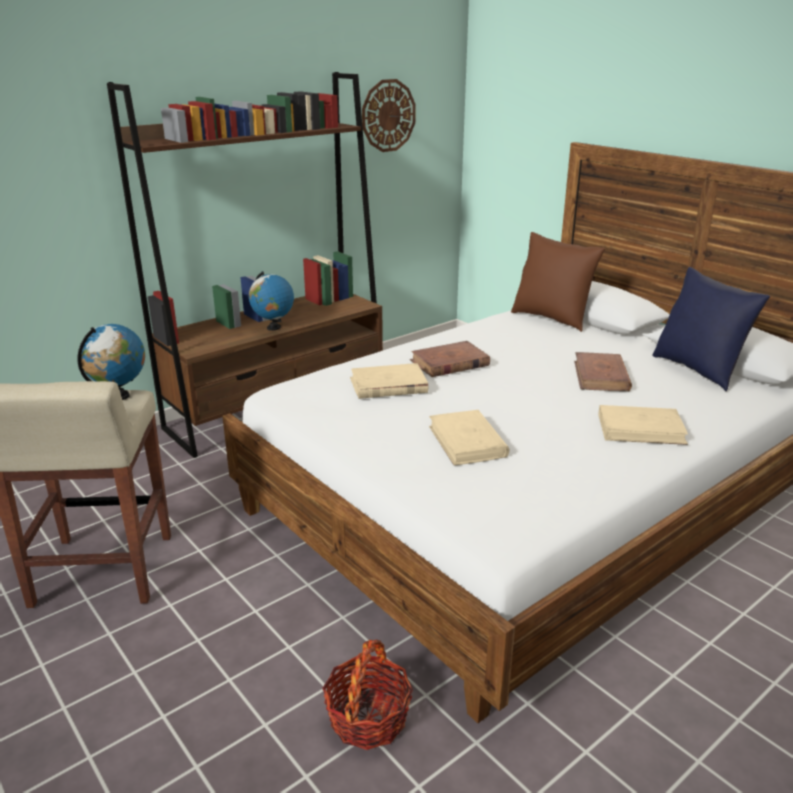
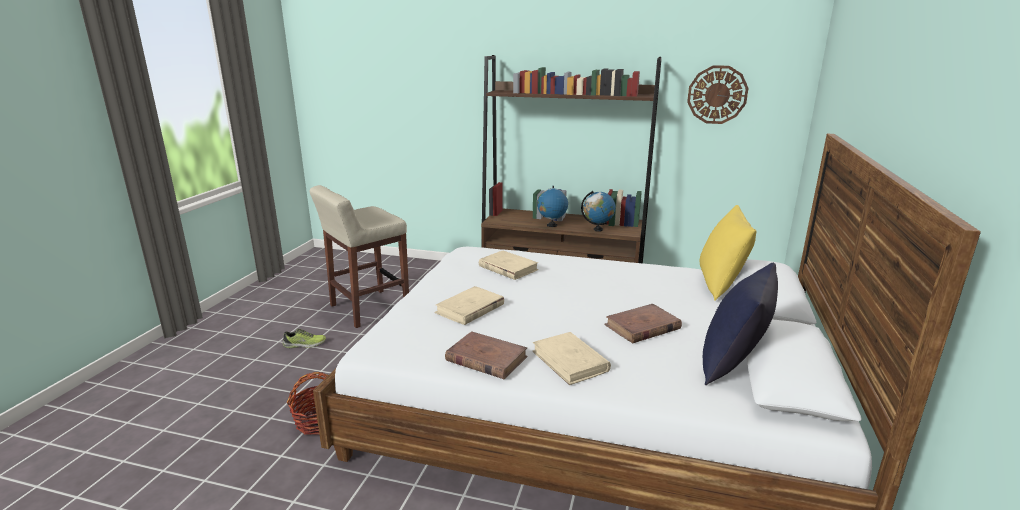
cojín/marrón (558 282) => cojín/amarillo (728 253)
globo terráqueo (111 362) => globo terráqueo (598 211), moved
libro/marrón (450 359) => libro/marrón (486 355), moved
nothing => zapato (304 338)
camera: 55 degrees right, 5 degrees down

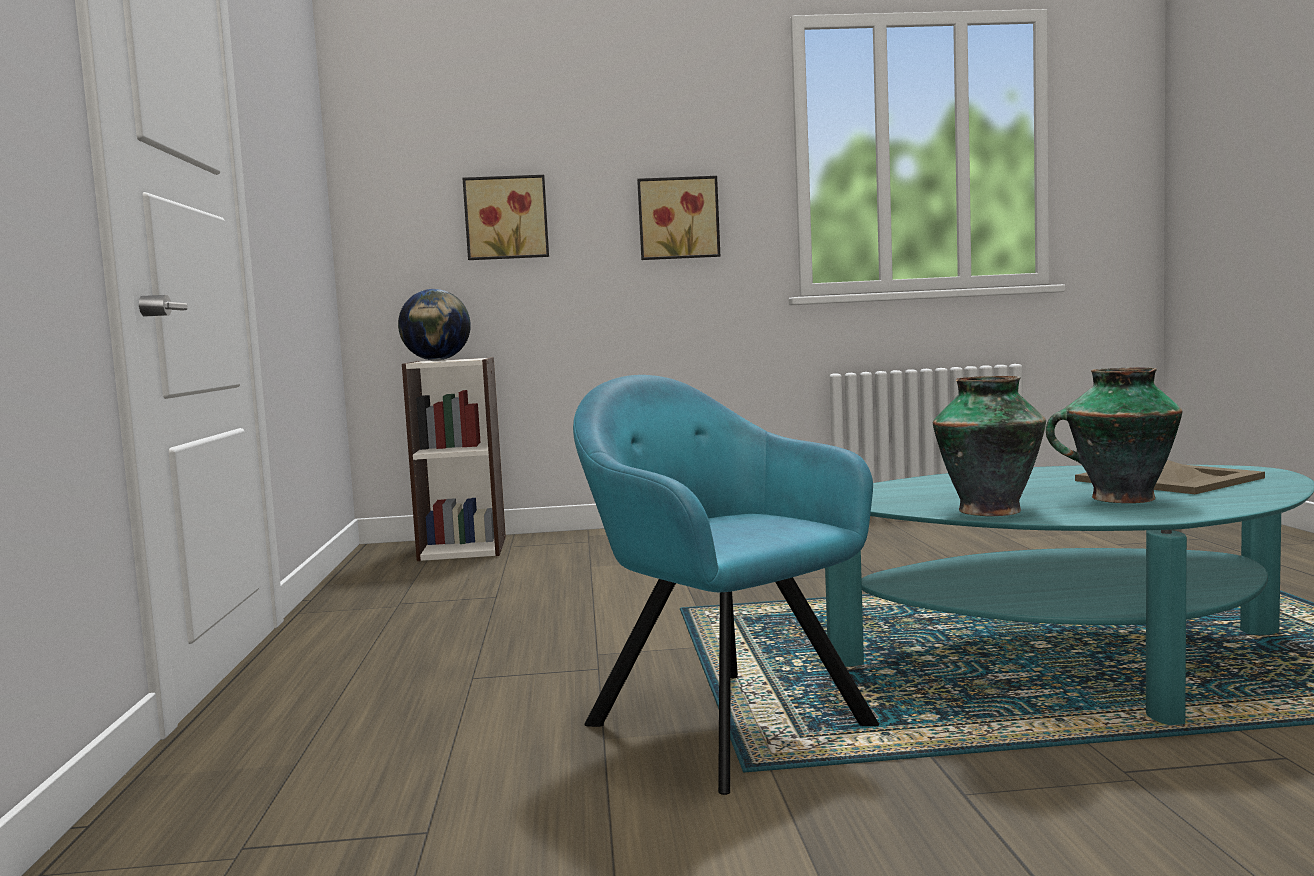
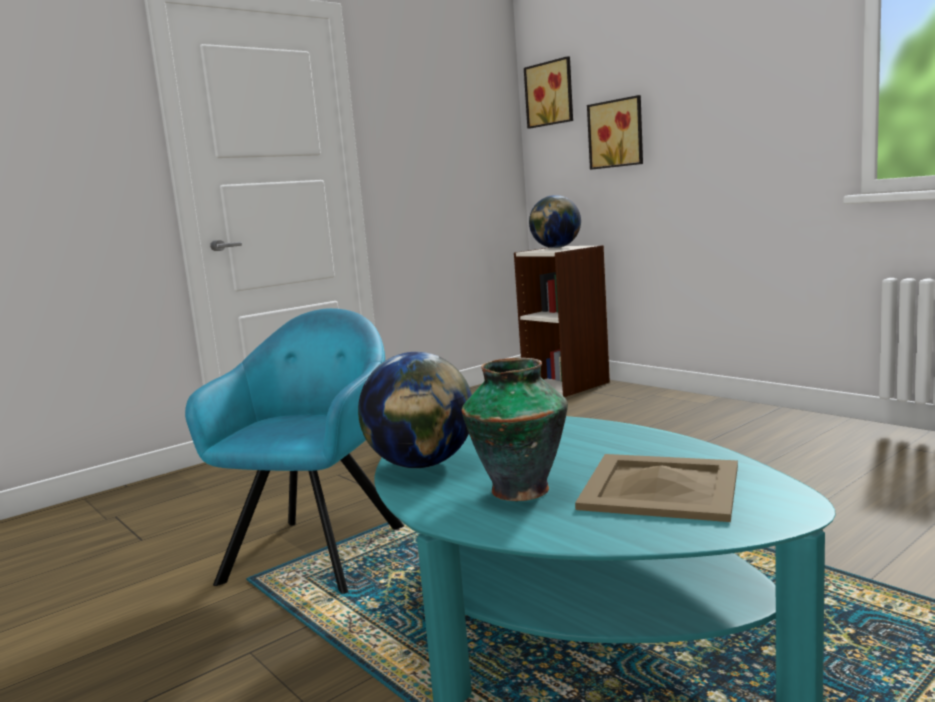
cuadro (678 218) => cuadro (548 92), moved
florero (989 446) => globo terráqueo (415 410)
camera: 55 degrees right, 5 degrees up

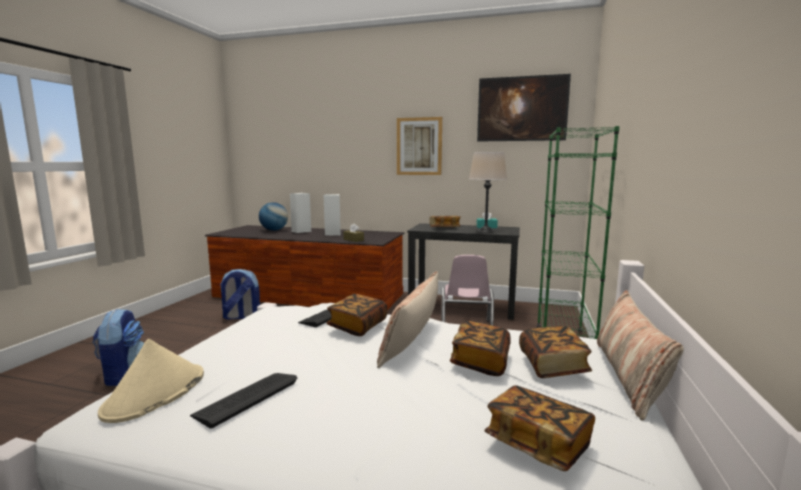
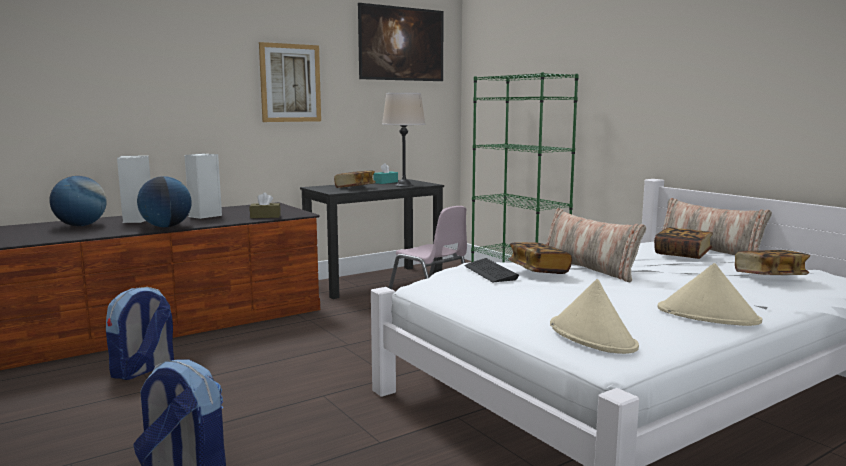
libro (480 348) => nothing
teclado (243 400) => nothing
nothing => globo terráqueo (164 201)
nothing => sombrero/beis (710 294)
camera: 50 degrees left, 0 degrees up

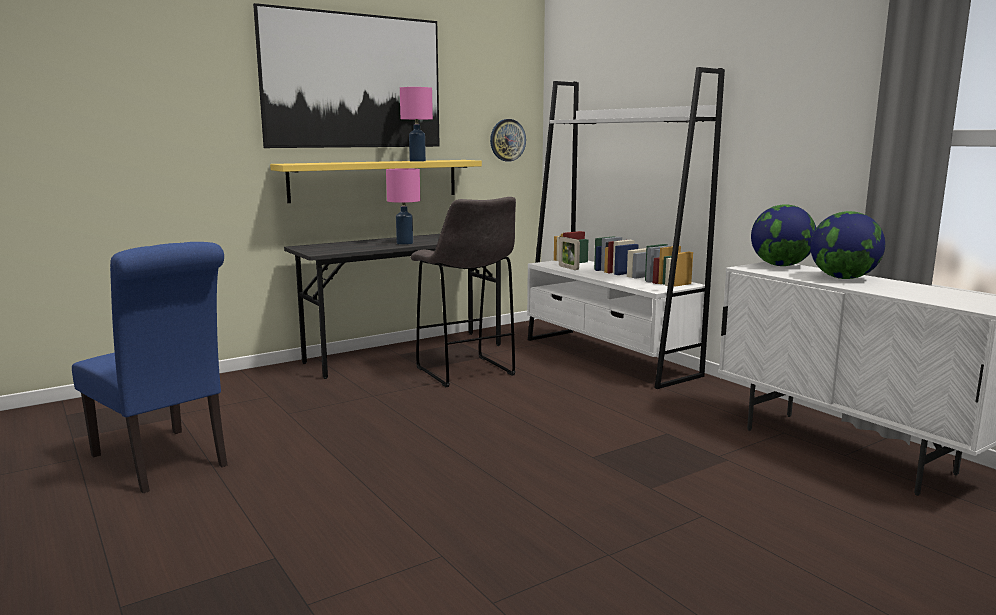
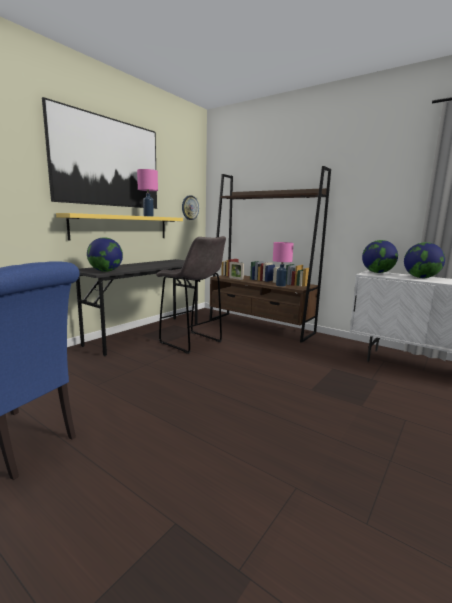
estantería/blanco (626 228) => estantería/marrón (270 254)
lámpara de mesa/rosa (403 206) => lámpara de mesa/rosa (283 264), moved
nothing => globo terráqueo (105 254)
camera: 20 degrees left, 0 degrees up

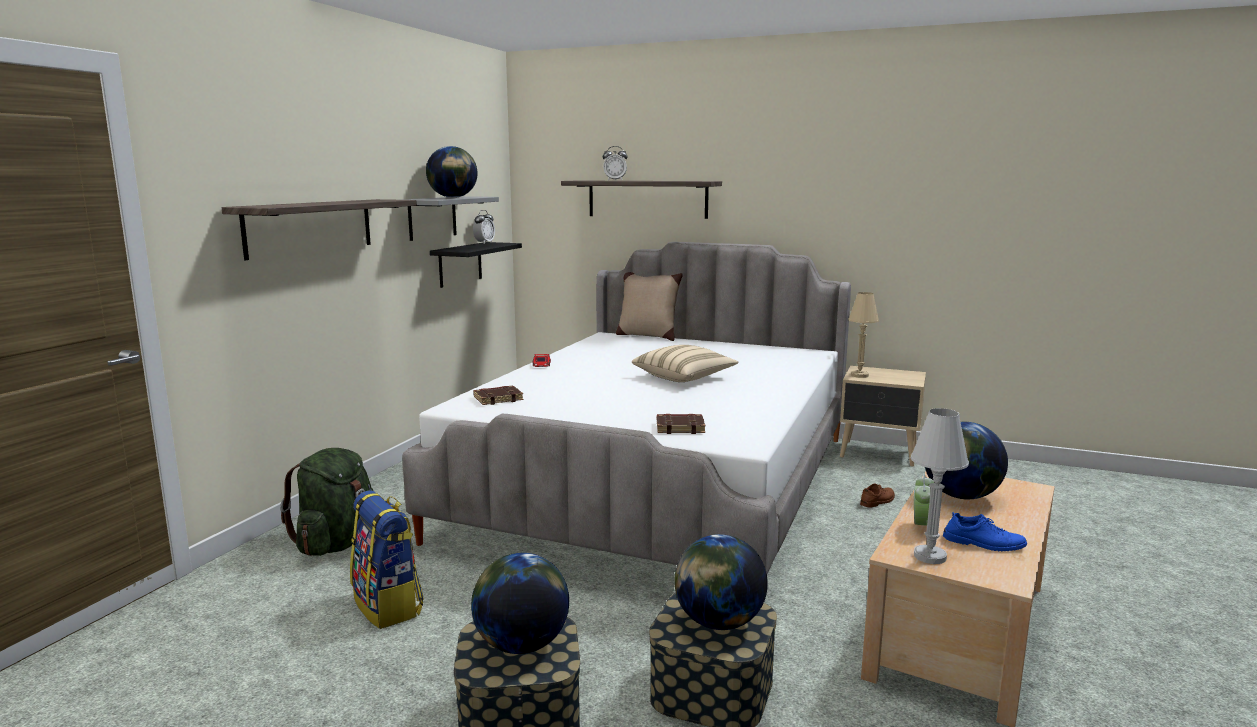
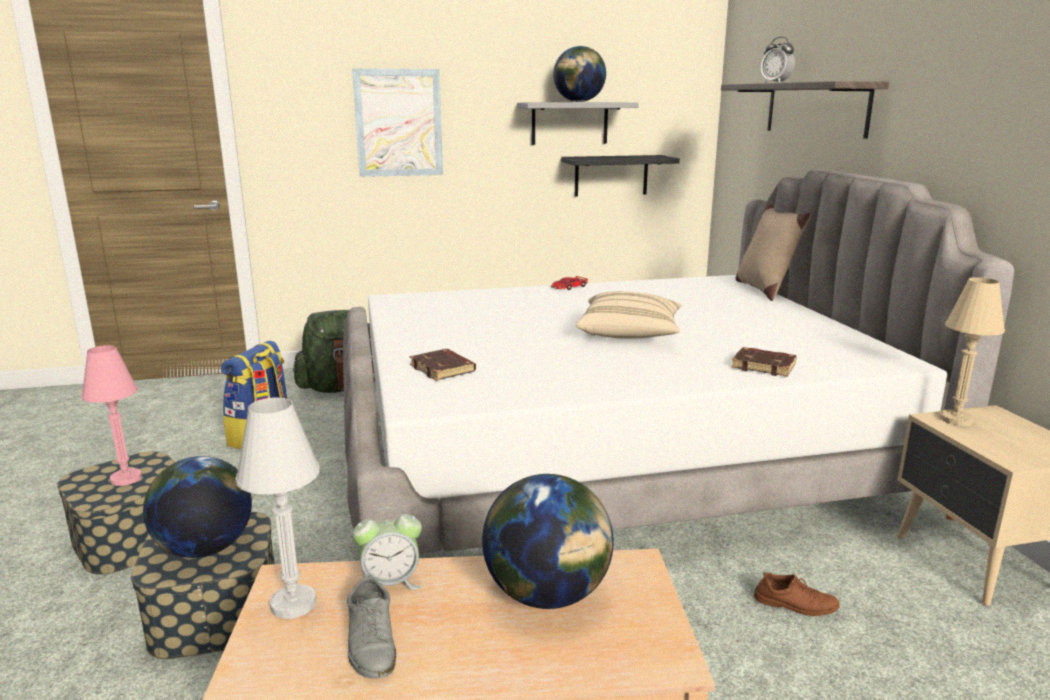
estante (319 229) => cuadro (397 122)
despertador (484 226) => nothing
libro/marrón (498 395) => libro/marrón (764 362), moved
zapato/azul (985 532) => zapato/gris (371 626)
globo terráqueo (520 603) => lámpara de mesa/rosa (112 415)
camera: 55 degrees right, 5 degrees up

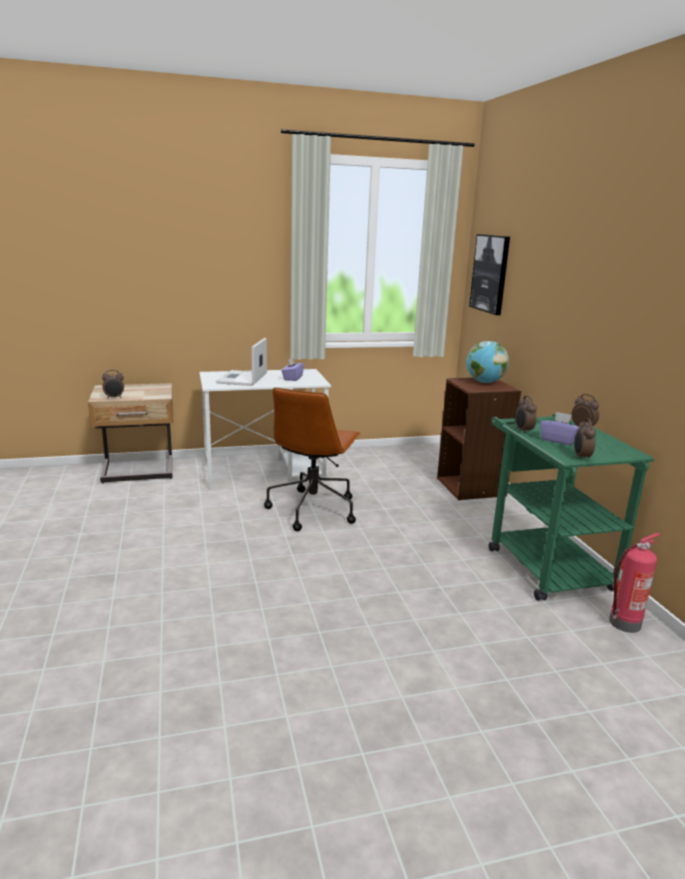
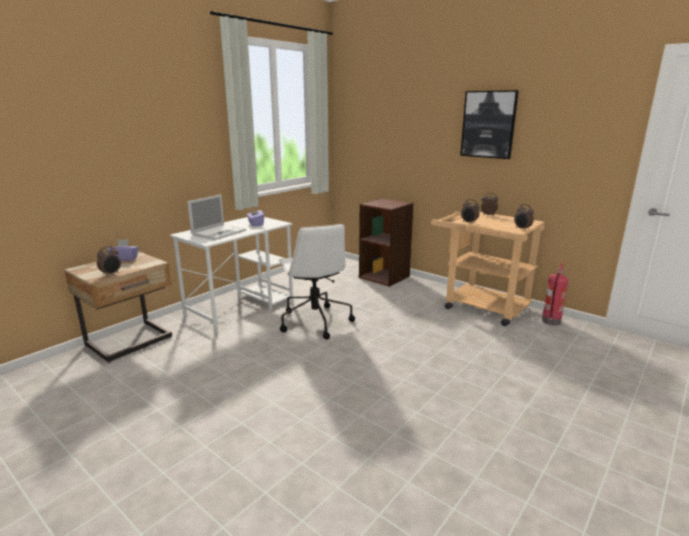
cuadro (489 274) => cuadro (489 124), moved
portátil (241 362) => portátil (216 217), 120 degrees counterclockwise
globo terráqueo (487 362) => nothing
silla de oficina/marrón (312 459) => silla de oficina/blanco (317 281)
caja de pañuelos/morado (559 428) => caja de pañuelos/morado (123 250), moved
carrito/verde (571 507) => carrito/beis (488 268)
camera: 35 degrees left, 0 degrees up

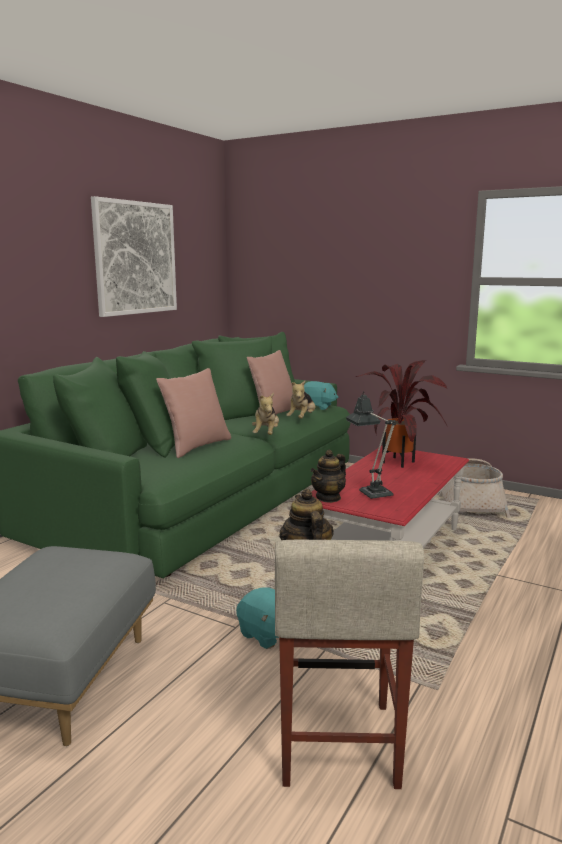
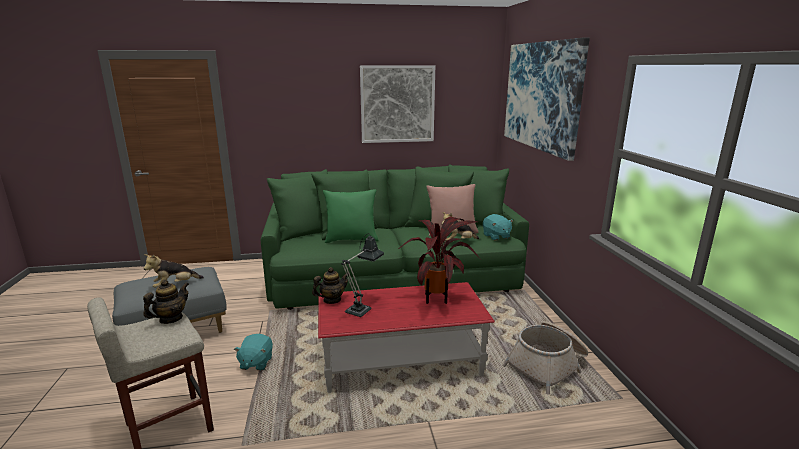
cojín/rosa (193 413) => cojín/verde (350 216)
peluche (265 414) => peluche (174 271), moved
tetera (328 476) => tetera (330 285), 150 degrees clockwise
nothing => cuadro (547 99)
camera: 50 degrees right, 5 degrees up

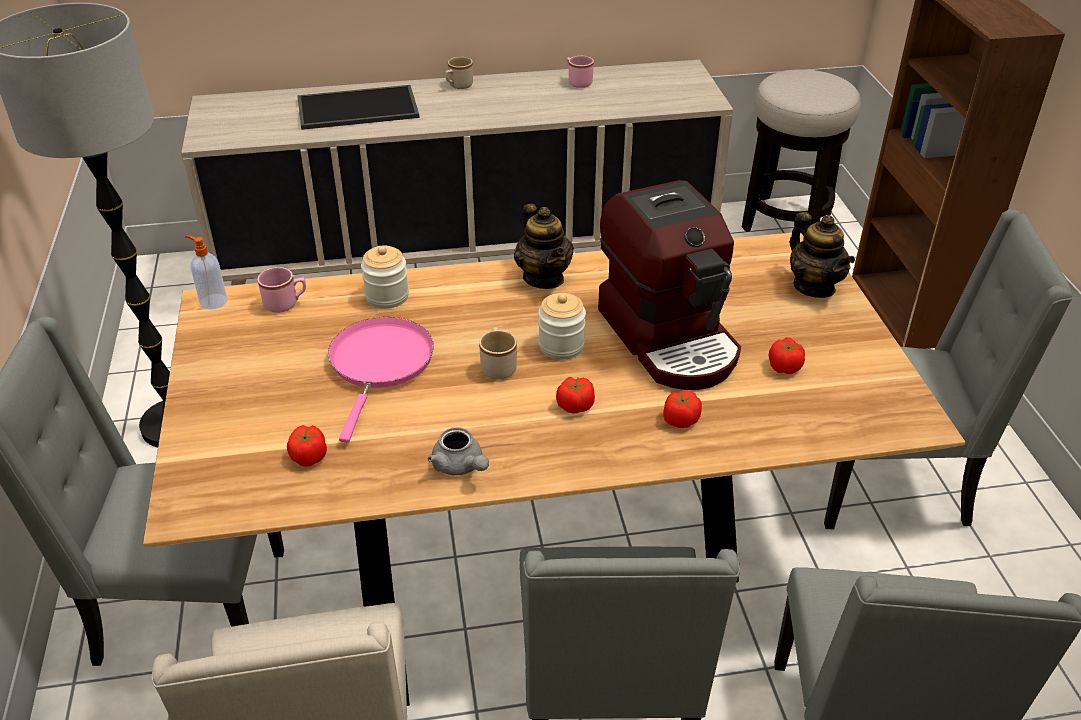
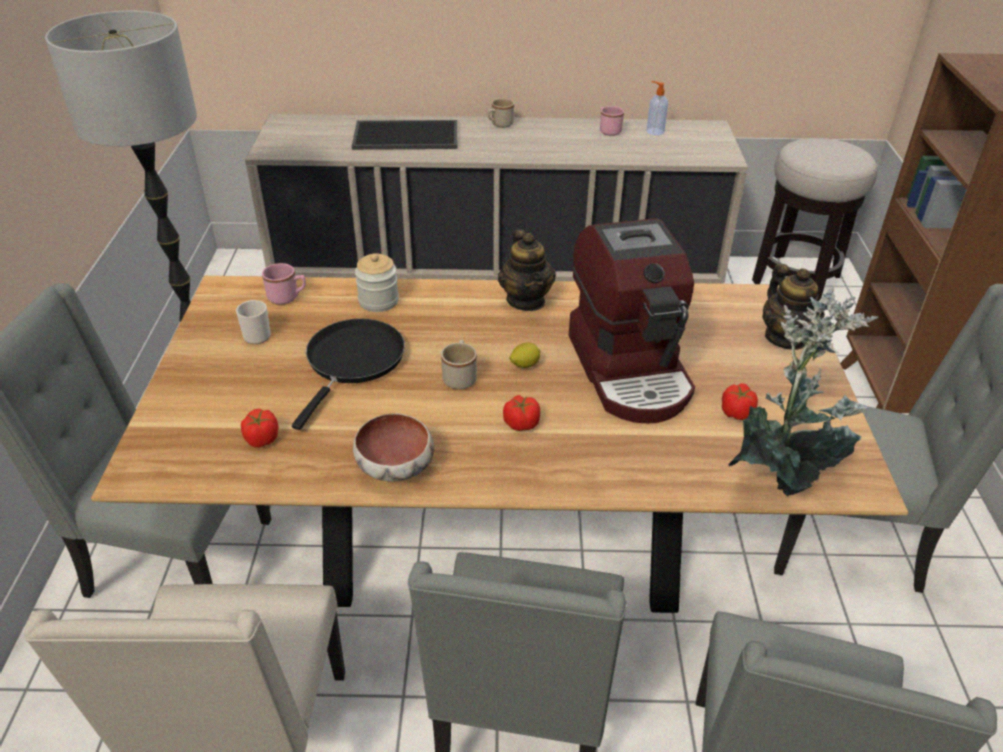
dispensador de jabón (206 272) => dispensador de jabón (657 108), moved
tarro (562 326) => limón (525 355)
sartén/rosa (381 379) => sartén/negro (348 374)
tomate (682 409) => nothing
tetera/gris (458 451) => cuenco (393 447)
nothing => planta en maceta (803 391)
nothing => taza grande (253 322)
camera: 10 degrees right, 0 degrees up

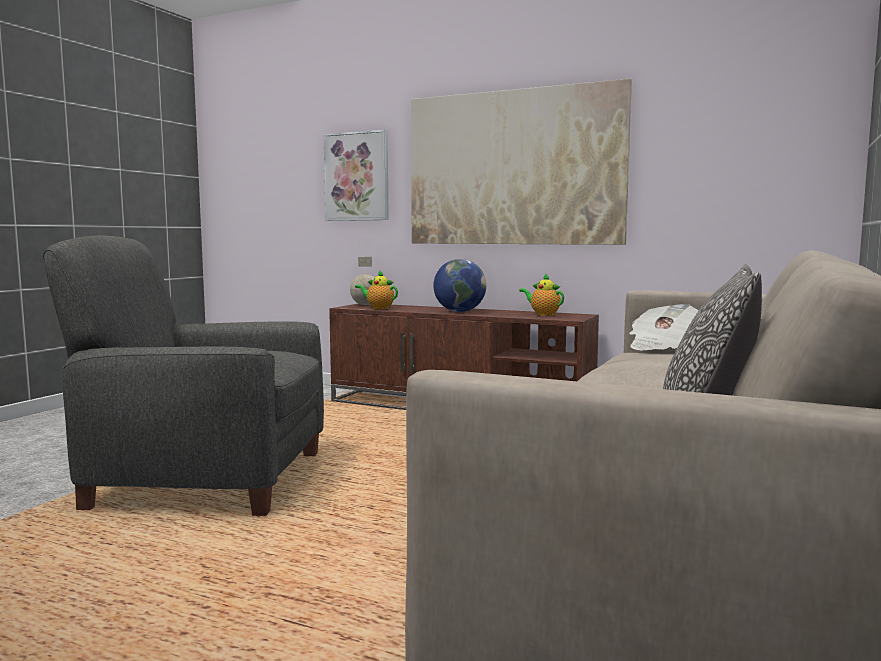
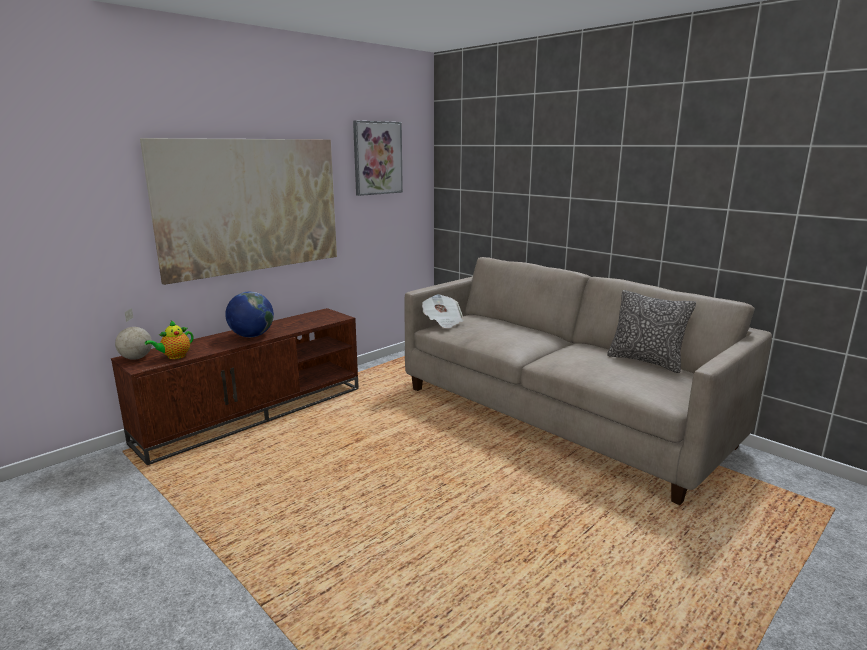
cuadro (356 175) => cuadro (378 158), moved
sillón/gris (183 375) => nothing
tetera (541 294) => nothing
camera: 70 degrees left, 10 degrees up

